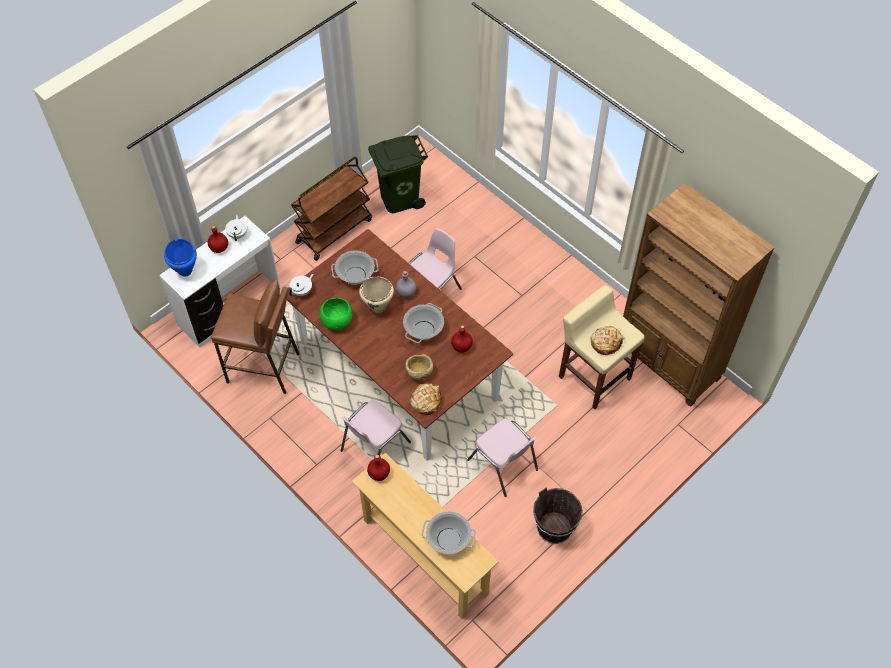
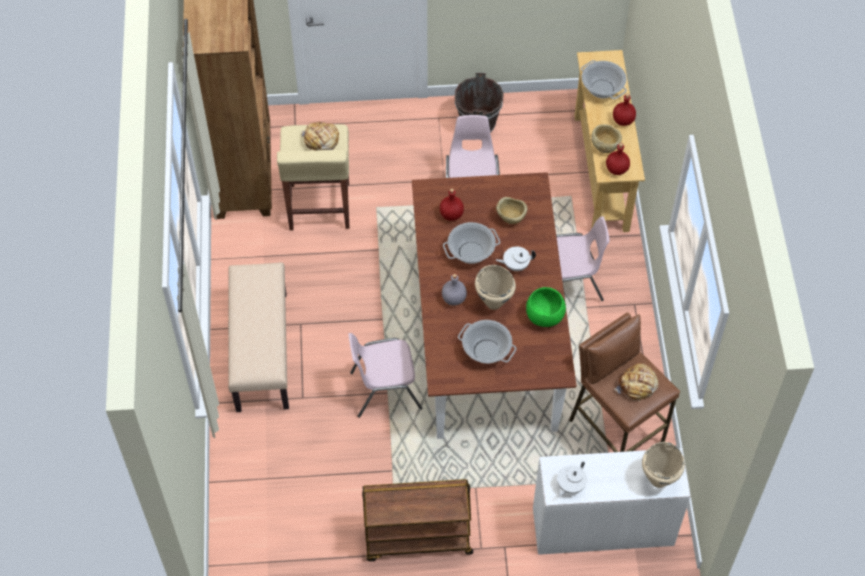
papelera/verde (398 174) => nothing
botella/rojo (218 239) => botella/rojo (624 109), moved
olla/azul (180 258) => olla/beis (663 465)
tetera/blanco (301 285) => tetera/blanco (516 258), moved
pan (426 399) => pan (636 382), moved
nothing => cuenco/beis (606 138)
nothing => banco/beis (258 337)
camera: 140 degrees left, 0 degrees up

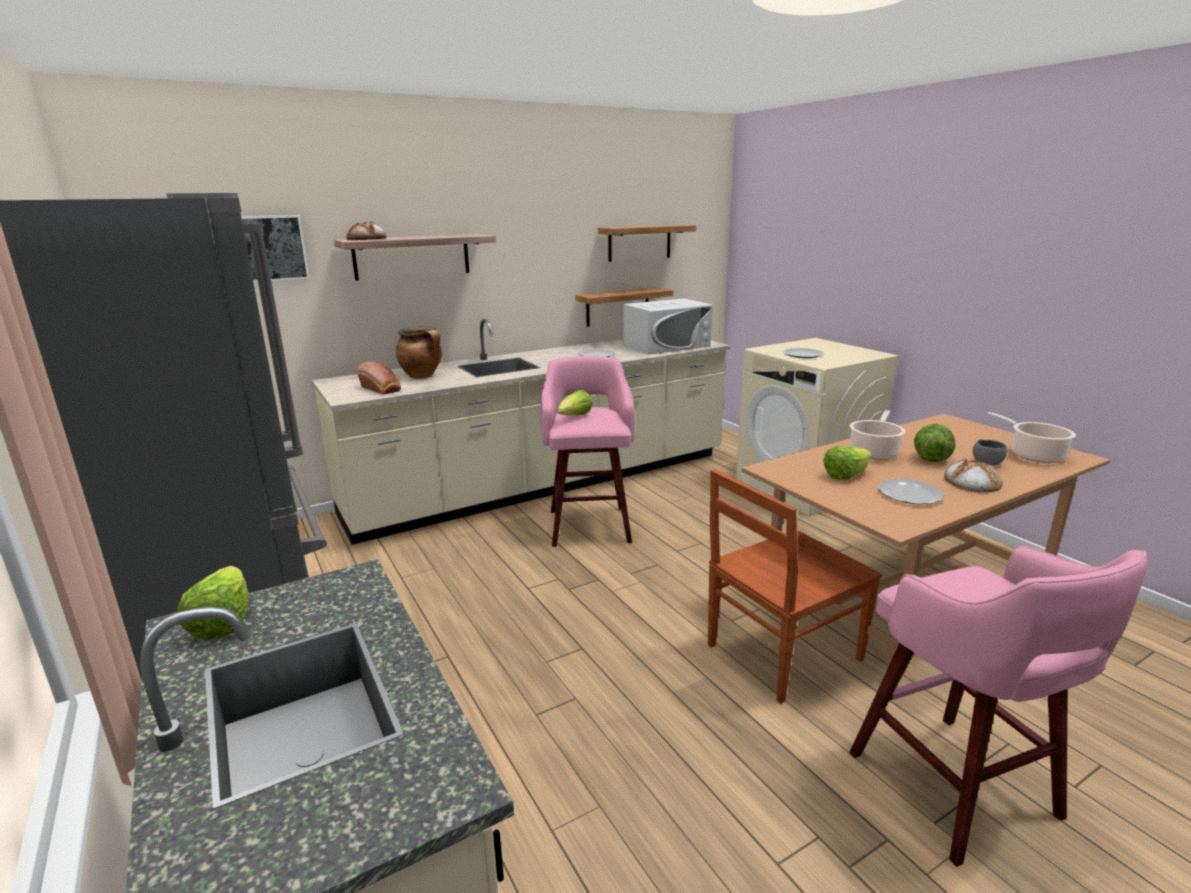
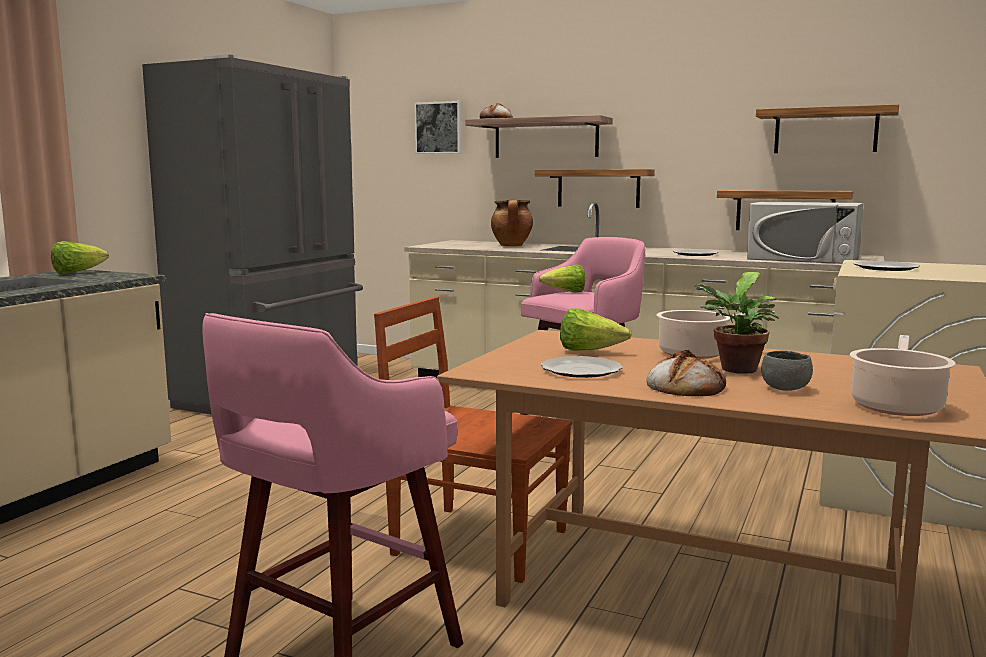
pan (379 378) => nothing
lechuga (935 443) => planta en maceta (736 323)
nothing => estante (595 188)
camera: 55 degrees right, 10 degrees down

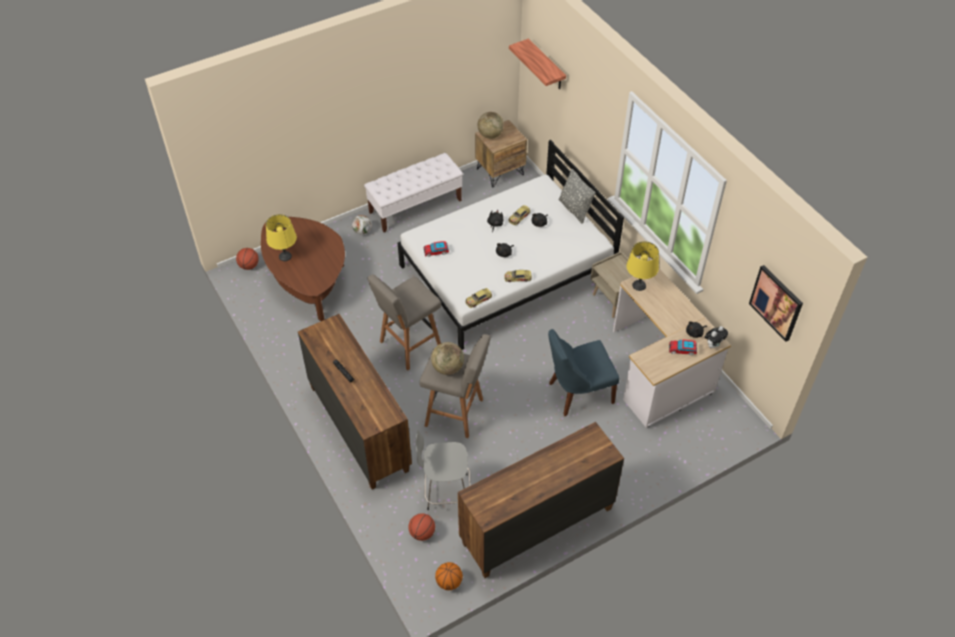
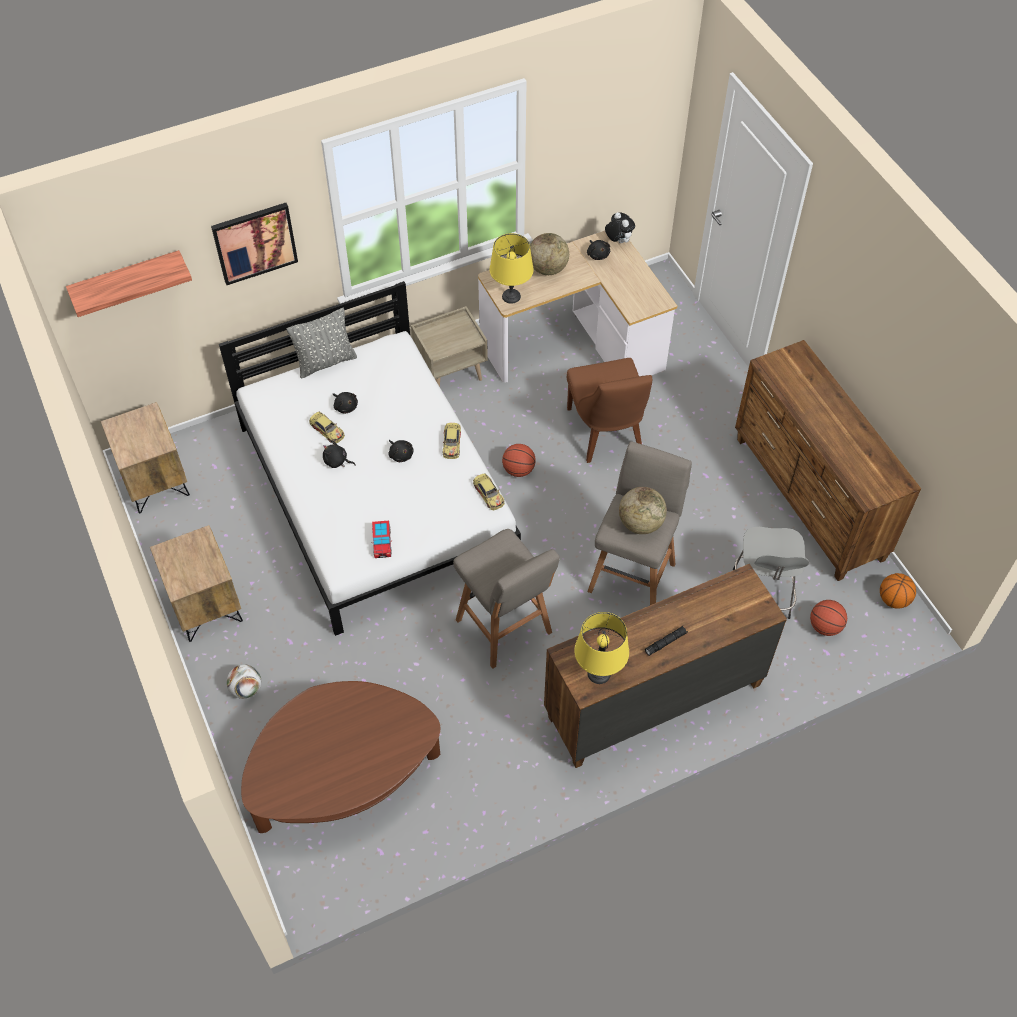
globo terráqueo (491 125) => globo terráqueo (549 254), moved
banco/blanco (413 192) => mesita de noche/marrón (196 583)
lámpara de mesa/amarillo (281 237) => lámpara de mesa/amarillo (601 648), moved
balón de baloncesto (247 259) => balón de baloncesto (519 460), moved
cuadro (776 303) => cuadro (254 244), moved
silla/azul (583 372) => silla/marrón (609 410)
coche de juguete (683 348) => nothing
camera: 85 degrees left, 5 degrees up

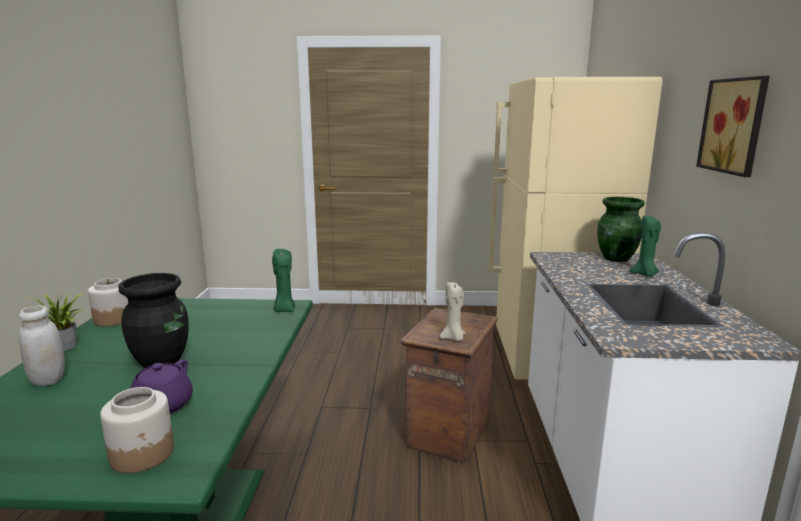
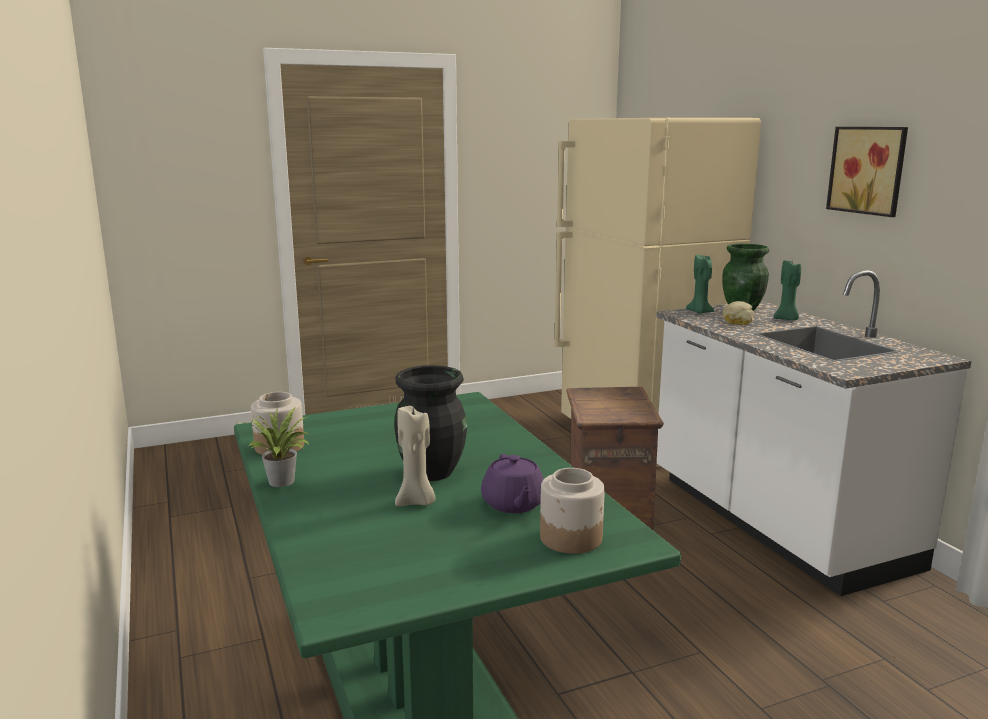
vela/verde (283 280) => vela/verde (700 284), moved
vela/beis (452 311) => vela/beis (415 456), moved
tarro/blanco (42 345) => nothing
nothing => pan (739 313)
camera: 25 degrees left, 0 degrees up

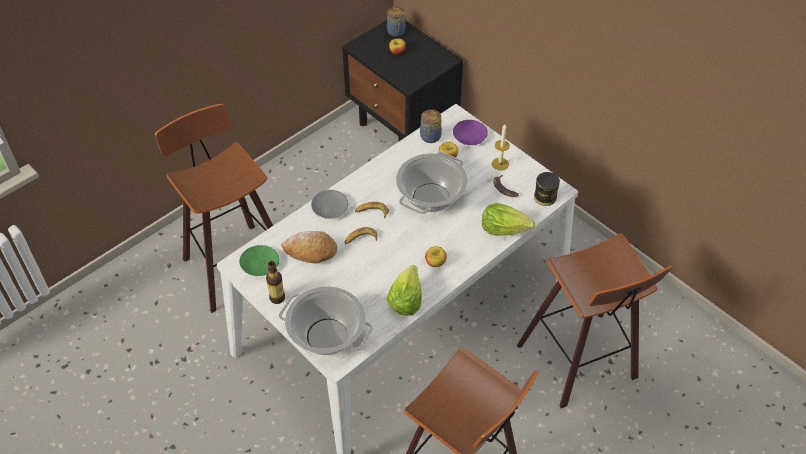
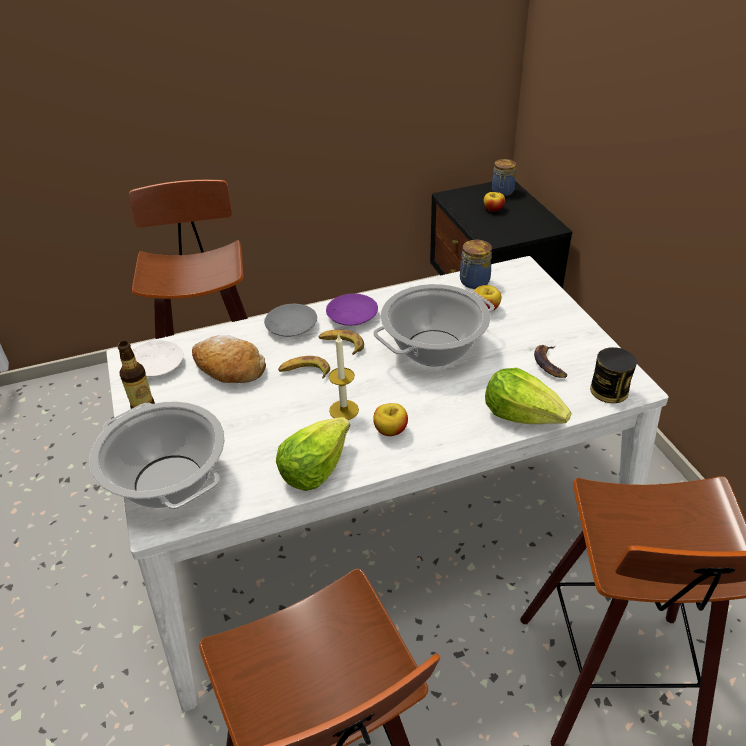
plato/morado (470 132) => plato/morado (352 310), moved
vela (501 147) => vela (343 377), moved
plato/verde (259 260) => plato/blanco (157 358)
camera: 25 degrees right, 10 degrees down

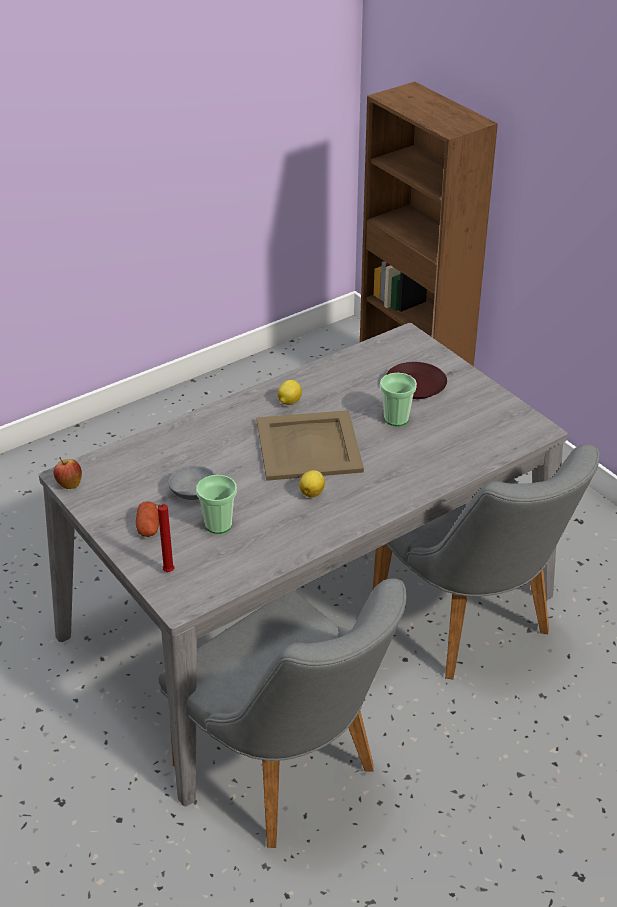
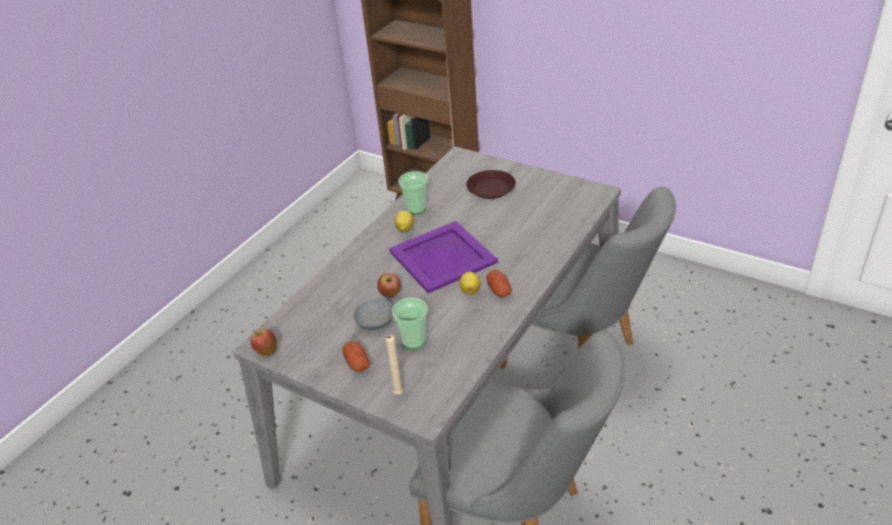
taza (398 399) => taza (413 192), moved
bandeja/beis (310 445) => bandeja/morado (443 257)
vela/rojo (164 538) => vela/beis (394 364)
nothing => patata (499 284)
nothing => manzana (389 285)
camera: 20 degrees left, 0 degrees up

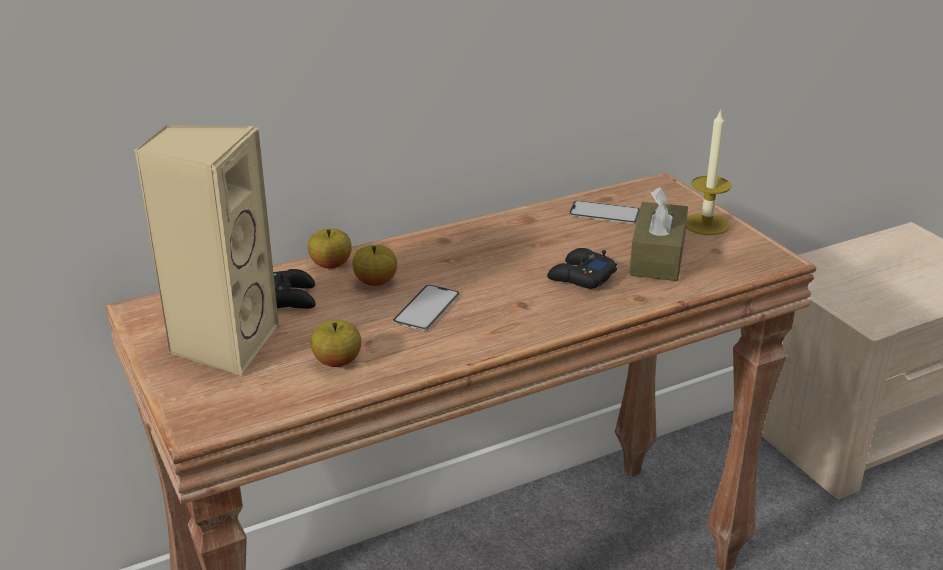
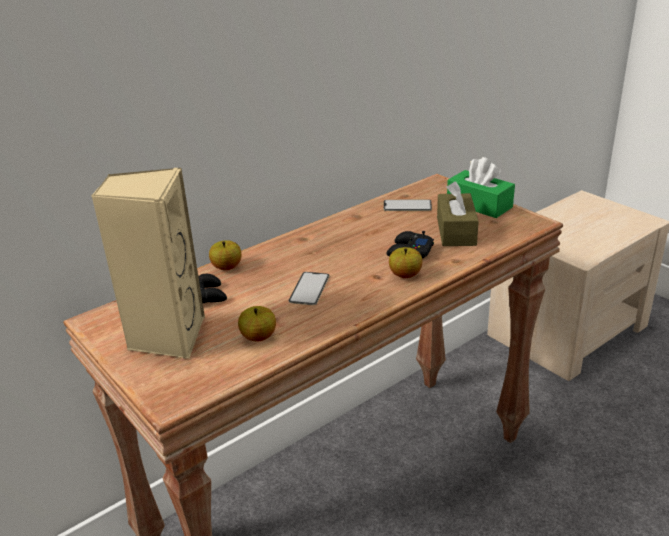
vela (709 172) => caja de pañuelos/verde (481 187)
manzana (374 265) => manzana (406 262), moved
camera: 10 degrees left, 0 degrees up

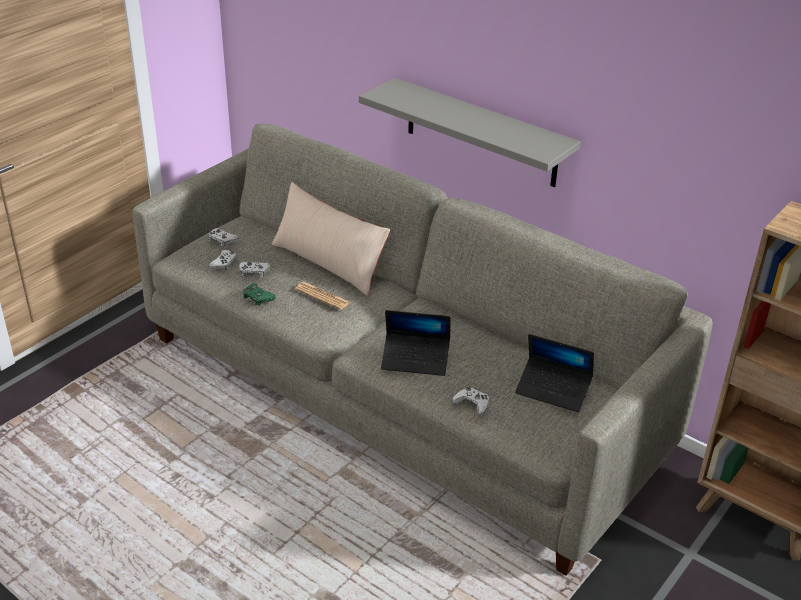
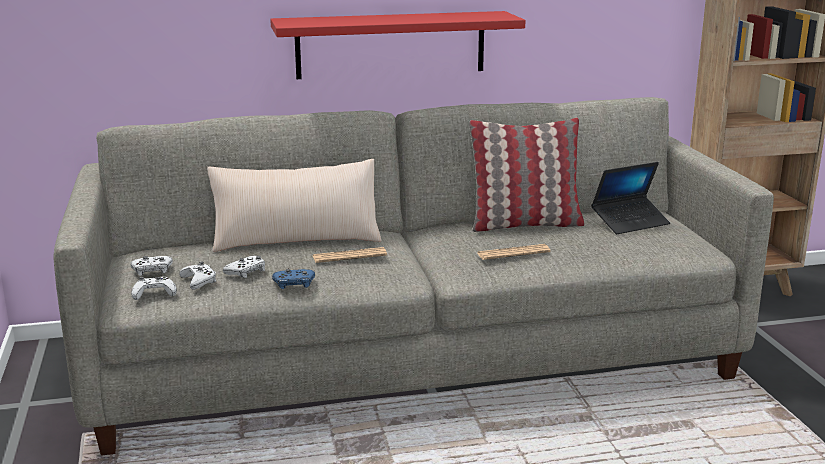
estante/gris (470 132) => estante/rojo (398 45)
mando de consola/verde (259 294) => mando de consola/azul (293 279)
portátil (416 343) => periódico (513 252)
mando de consola/blanco (471 401) => mando de consola/blanco (154 288), moved
nothing => cojín (526 175)
camera: 50 degrees left, 15 degrees down

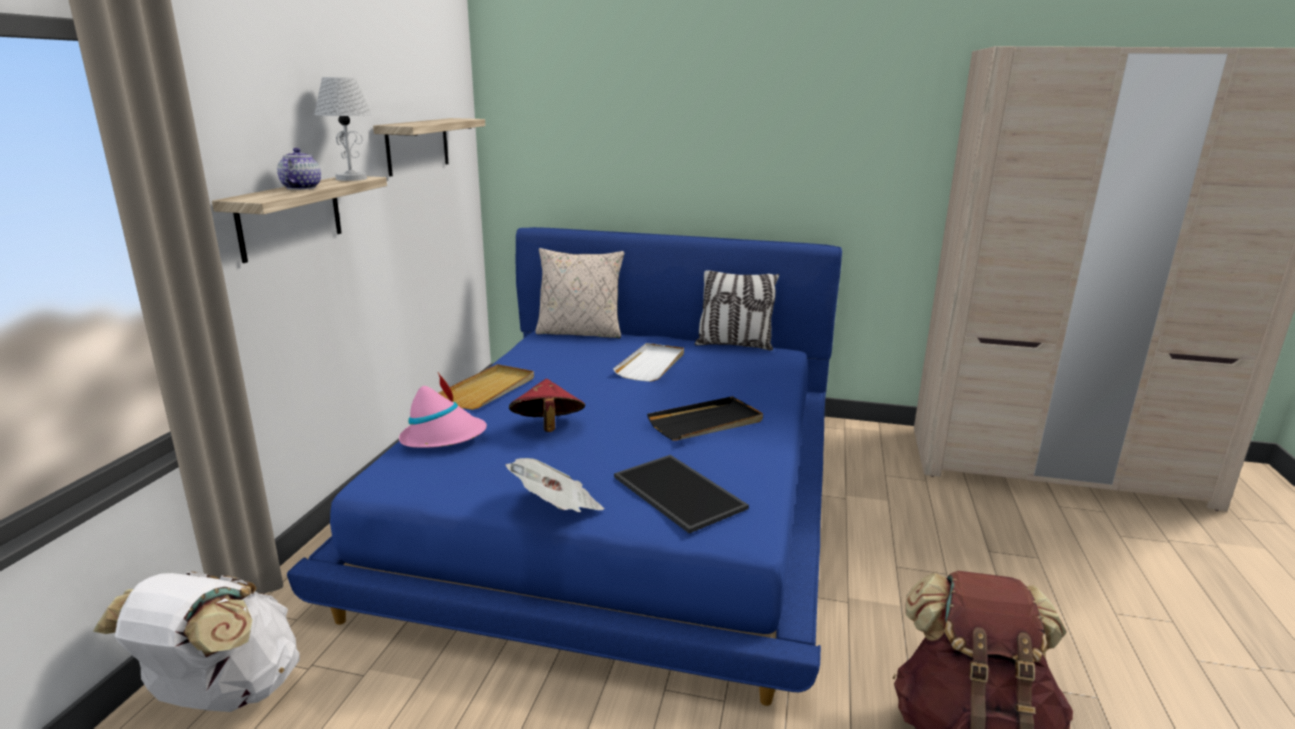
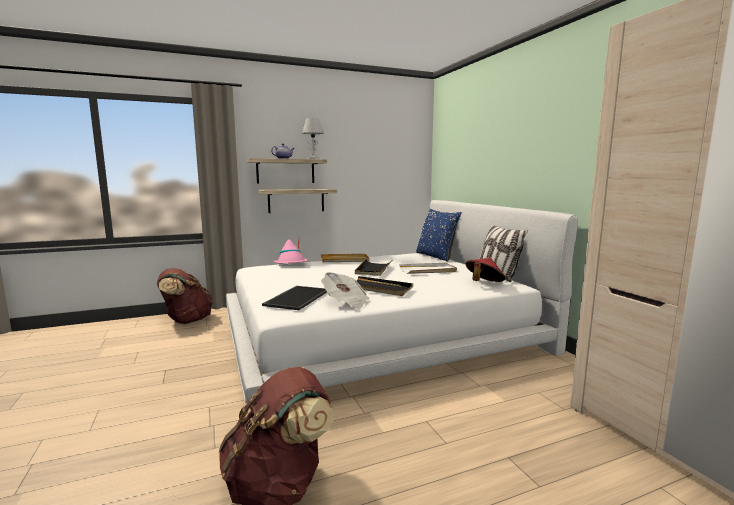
estante (429 147) => estante (297 201), moved
cama/azul (564 466) => cama/blanco (402 305)
cojín/beis (579 293) => cojín/azul (439 235)
sombrero/rojo (547 405) => sombrero/rojo (485 270), moved
periódico (555 485) => periódico (345 290), moved
mochila/blanco (196 641) => mochila/marrón (185 296)
nothing => bandeja/negro (373 267)
camera: 55 degrees right, 10 degrees down

